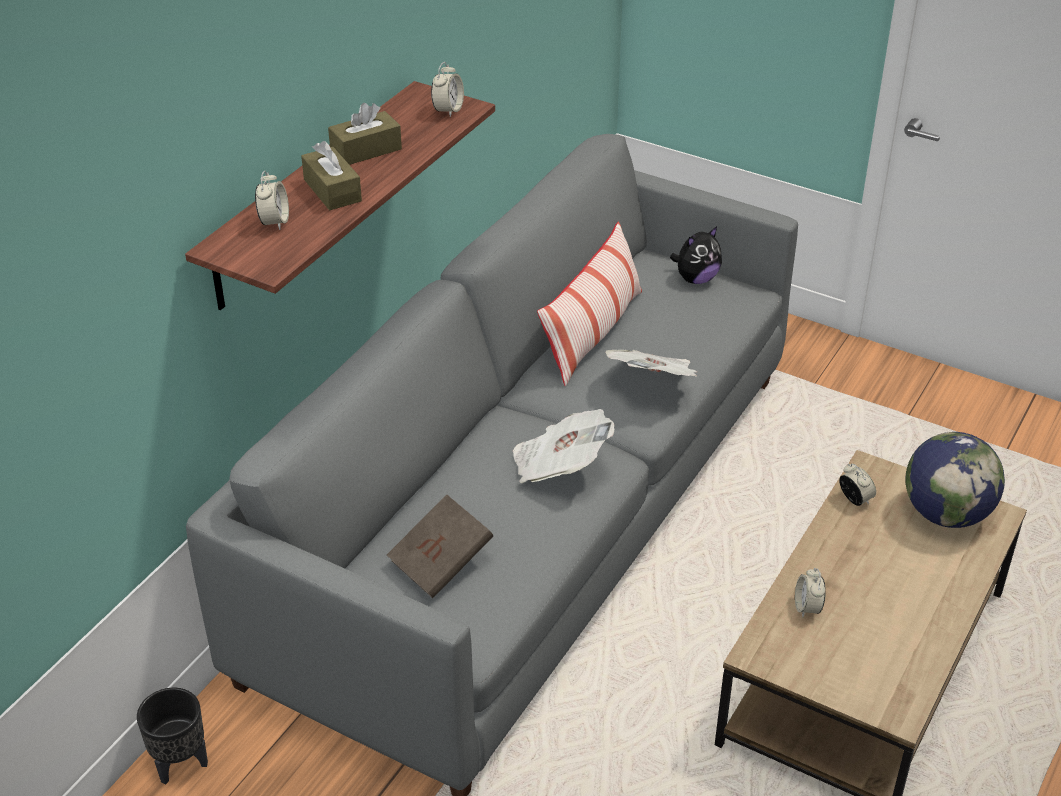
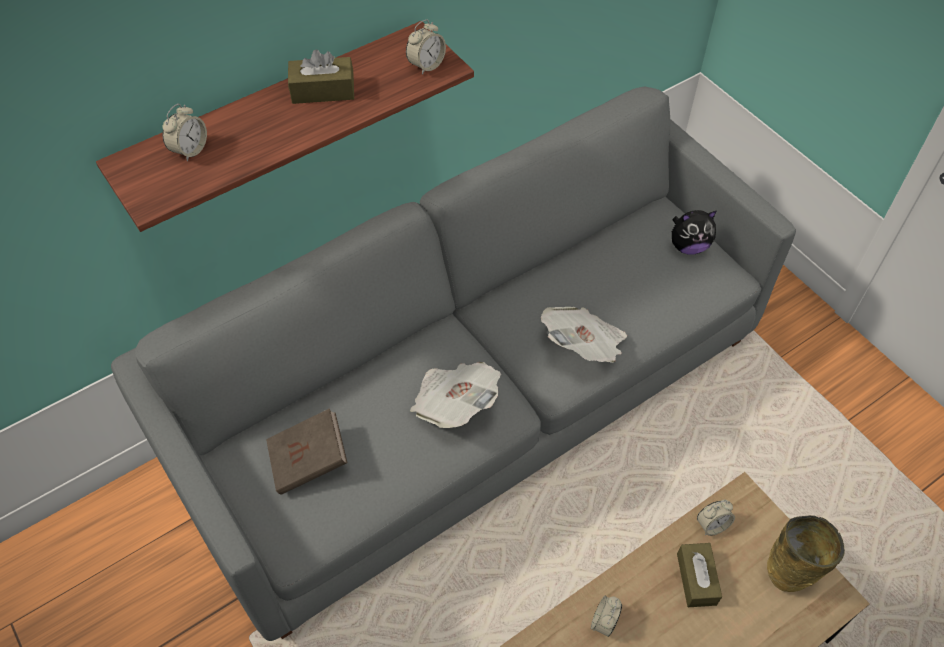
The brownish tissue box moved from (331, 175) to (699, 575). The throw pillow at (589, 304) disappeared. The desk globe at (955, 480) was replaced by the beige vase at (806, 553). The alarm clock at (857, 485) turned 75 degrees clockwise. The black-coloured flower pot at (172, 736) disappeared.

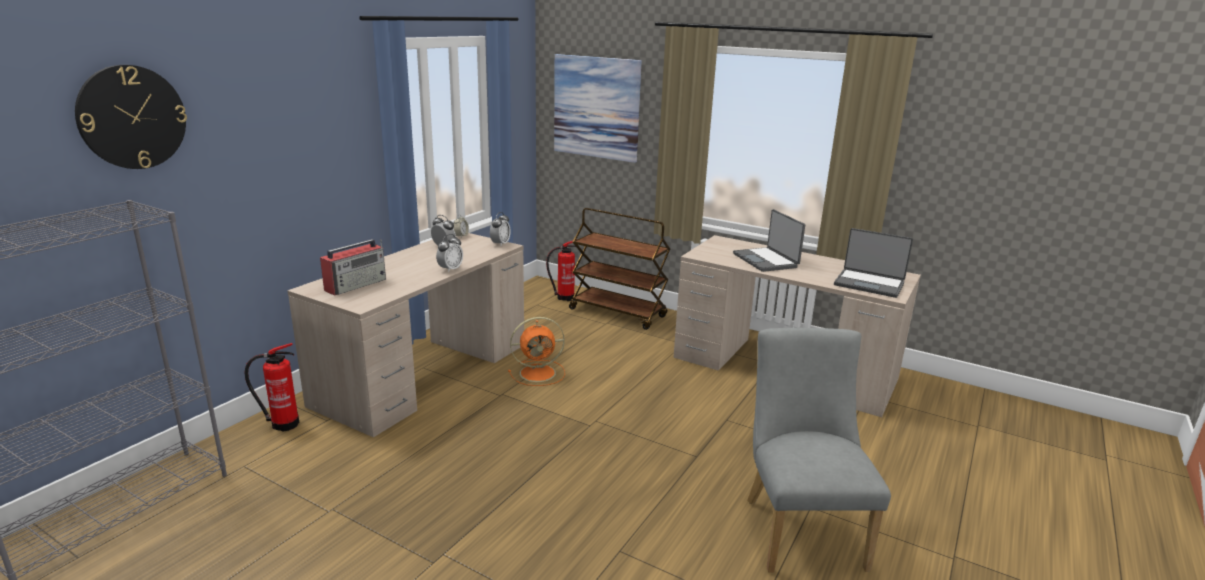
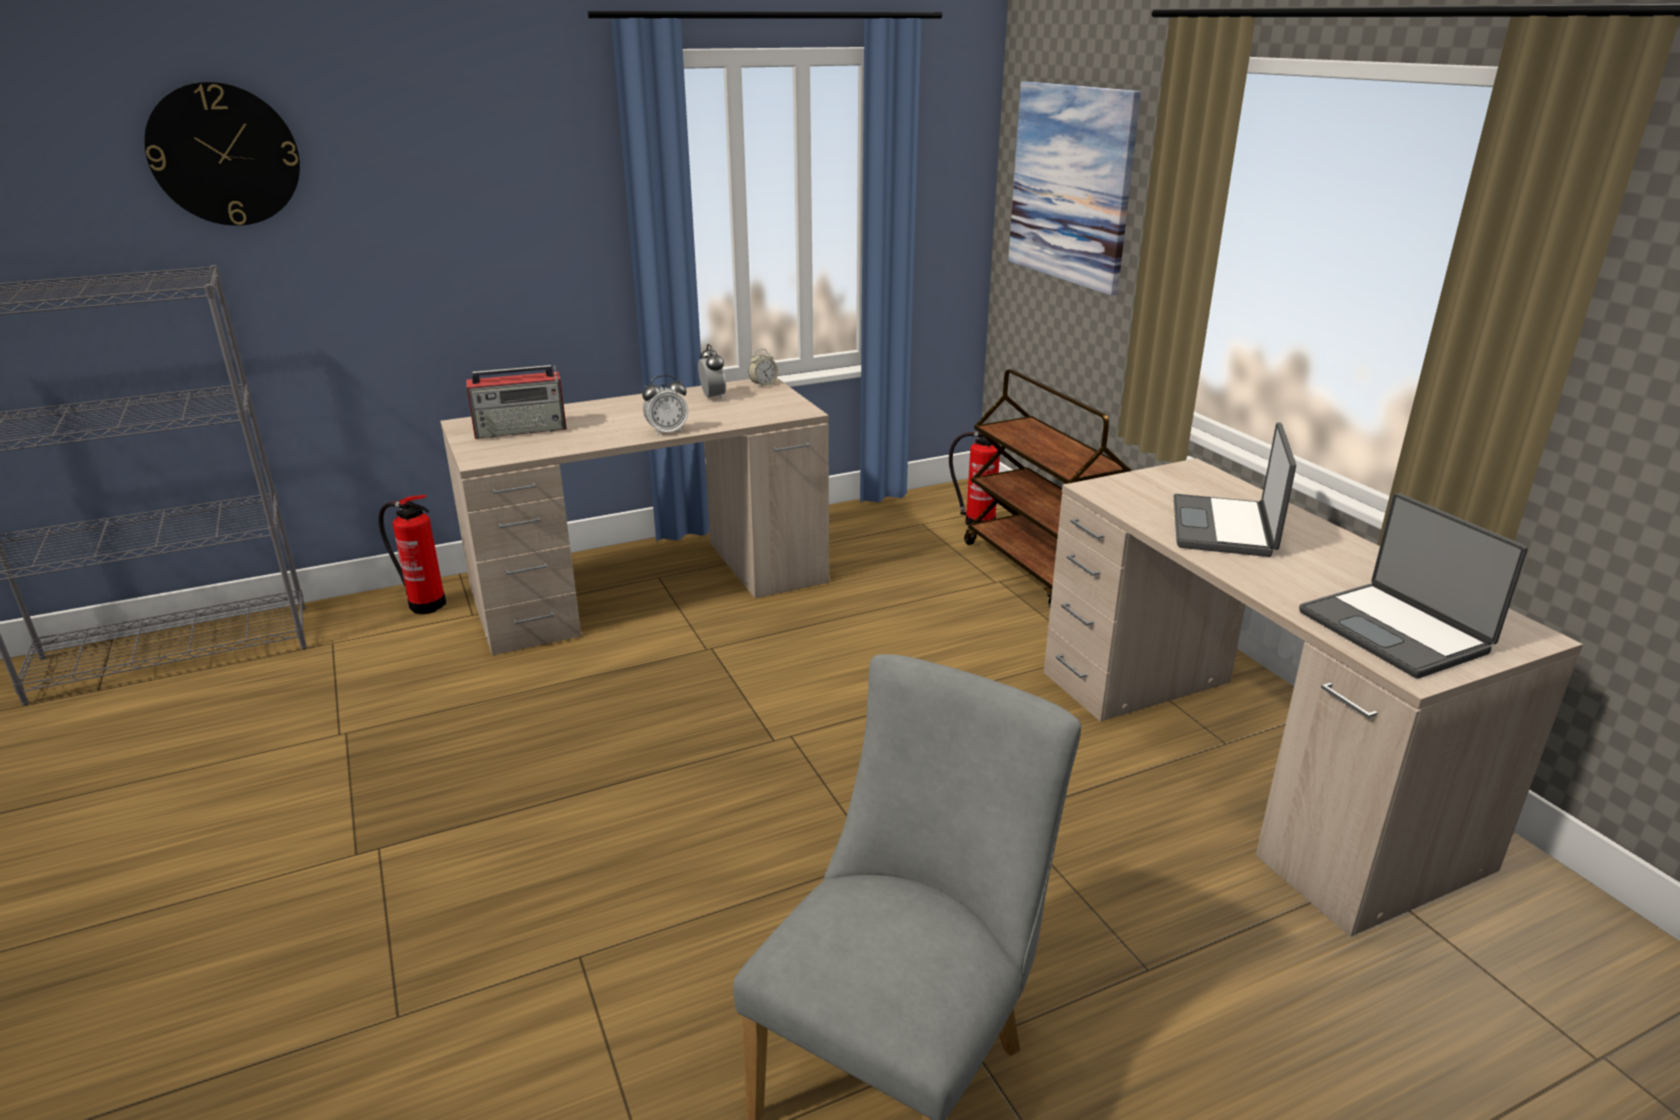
The alarm clock at (500, 229) disappeared. The orange-coloured fan at (536, 351) disappeared.

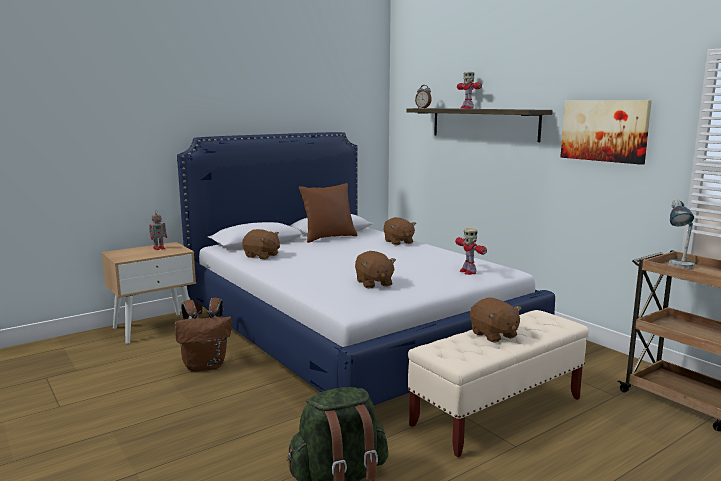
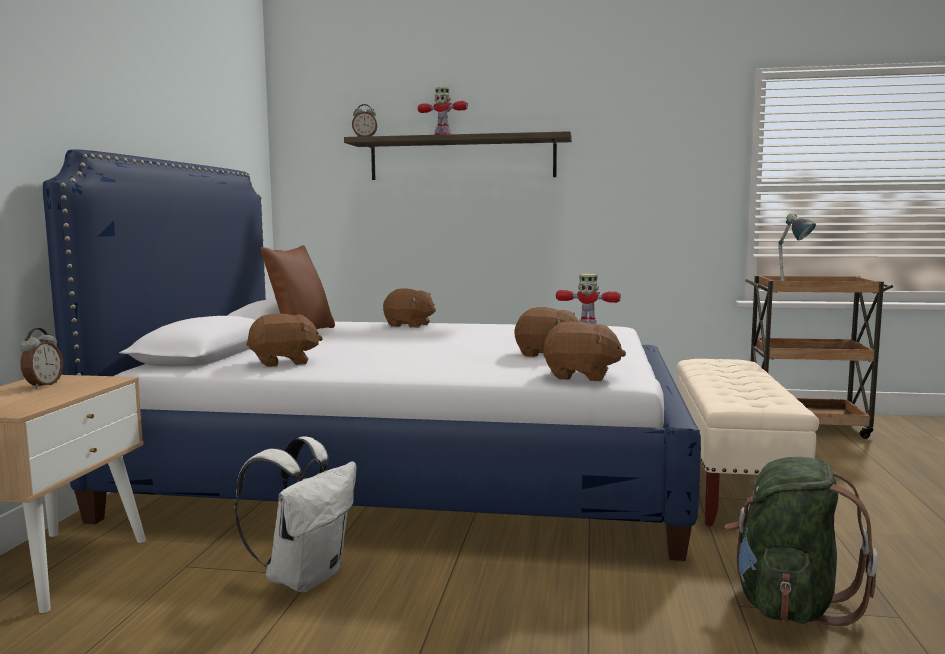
The picture at (606, 132) disappeared. The model robot at (158, 230) was replaced by the alarm clock at (41, 358). The brownish backpack at (203, 335) became the whitish backpack at (295, 514). The brownish soft toy moved from (495, 320) to (584, 351).

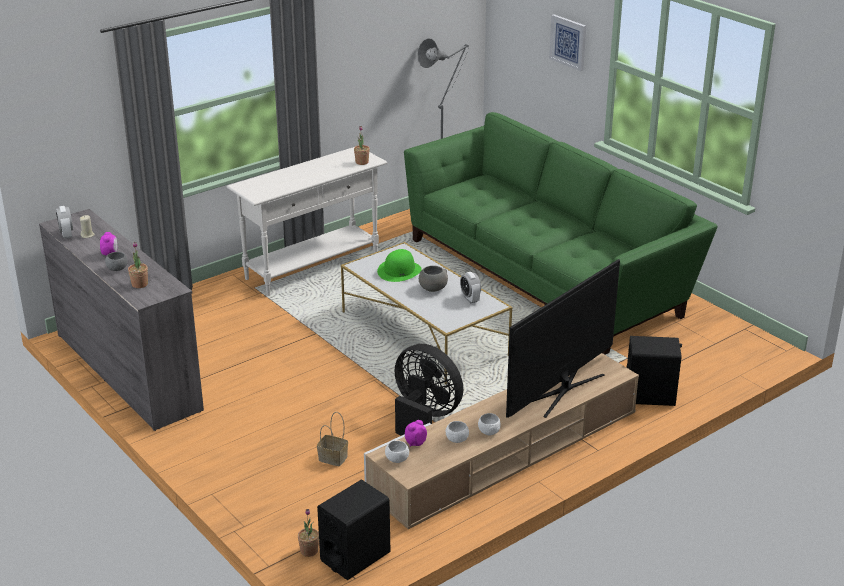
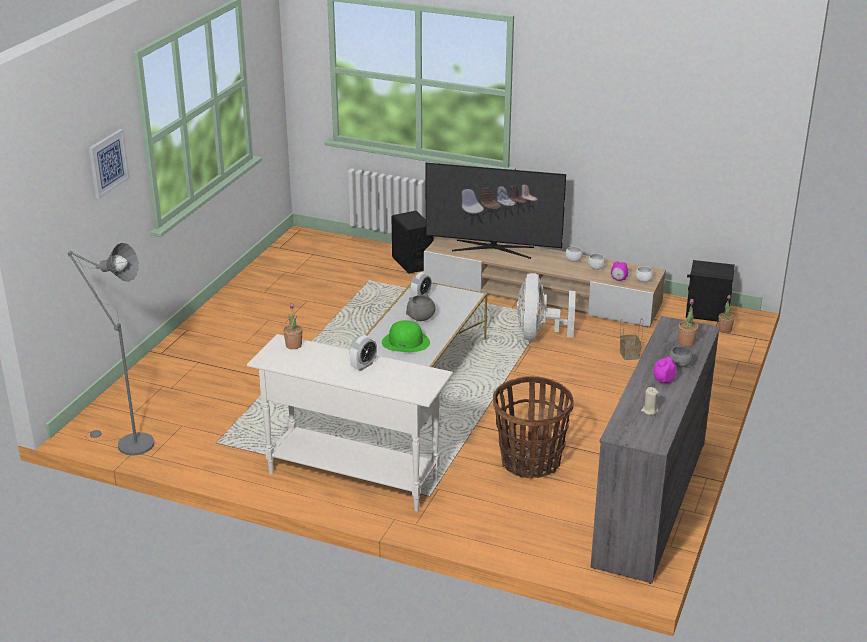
The green settee at (561, 233) disappeared. The alarm clock moved from (64, 222) to (363, 353). The black-coloured fan at (429, 390) became the whitish fan at (546, 306). The storage basket at (533, 427) appeared.

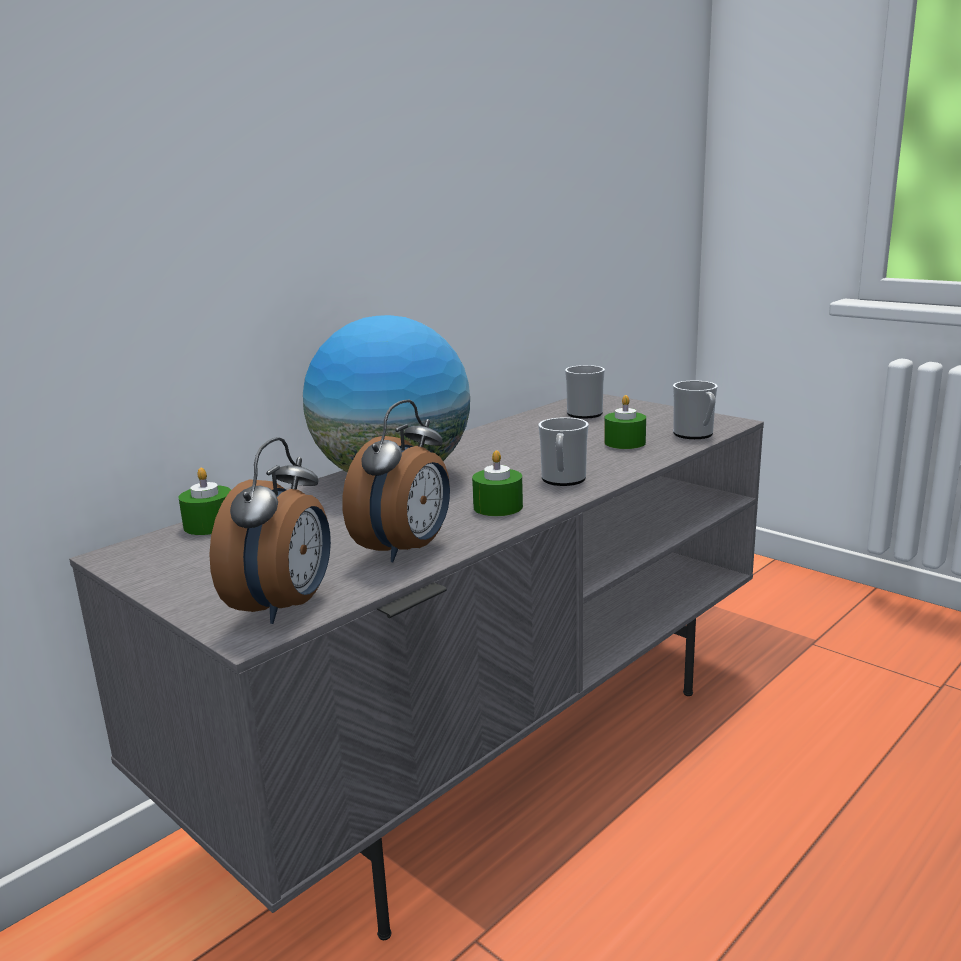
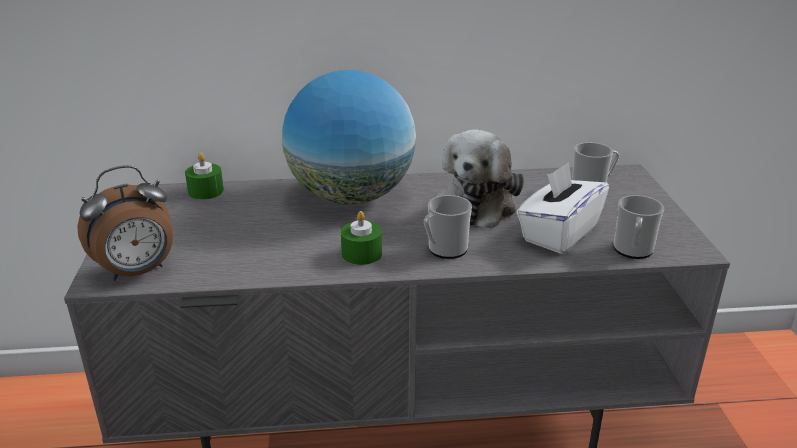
The green wax light at (625, 422) was replaced by the whitish tissue box at (563, 208). The alarm clock at (396, 481) disappeared. The soft toy at (480, 179) appeared.

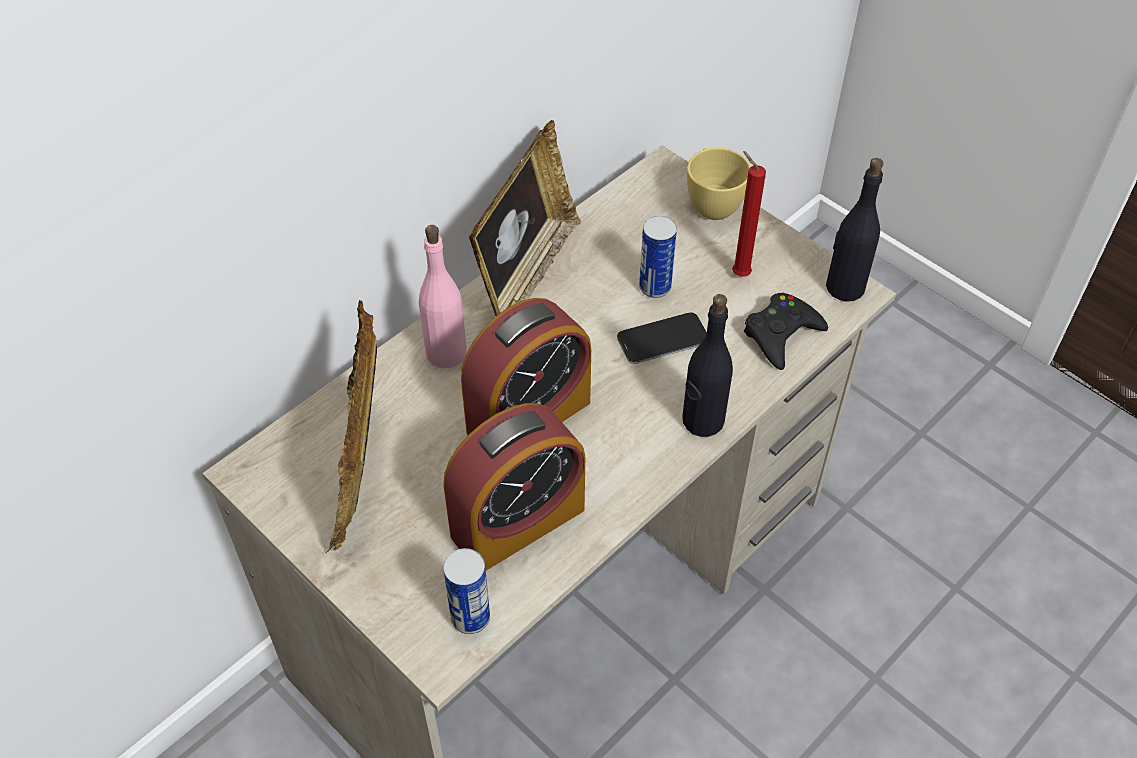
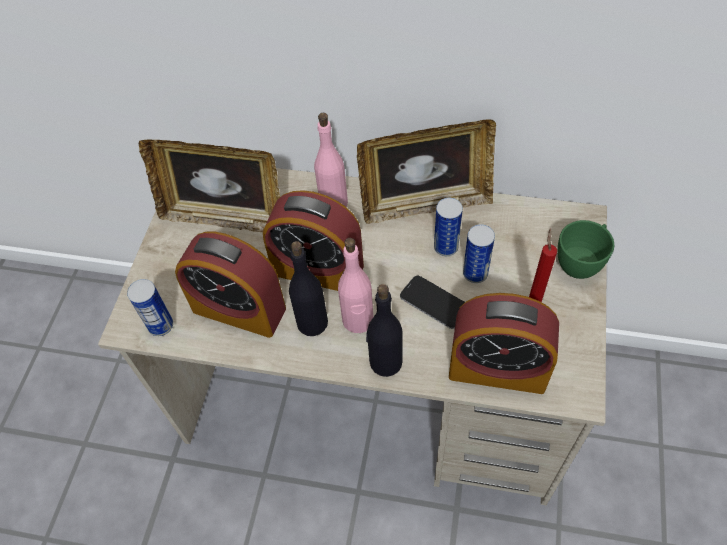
The yellow-coloured drinking cup at (719, 184) became the green drinking cup at (586, 249). The black-coloured bottle moved from (855, 230) to (308, 288). The black-coloured joypad at (786, 331) was replaced by the alarm clock at (504, 343). The photo frame at (351, 426) turned 135 degrees counterclockwise. The metal can at (448, 227) appeared. The pinkish bottle at (355, 285) appeared.

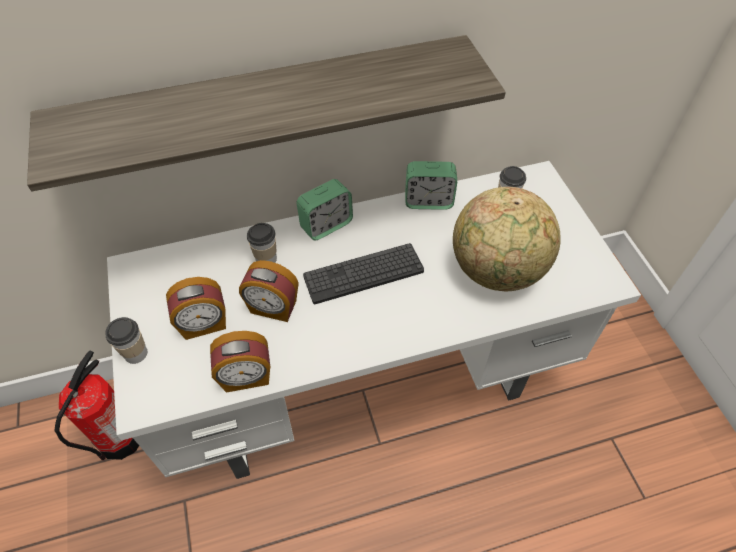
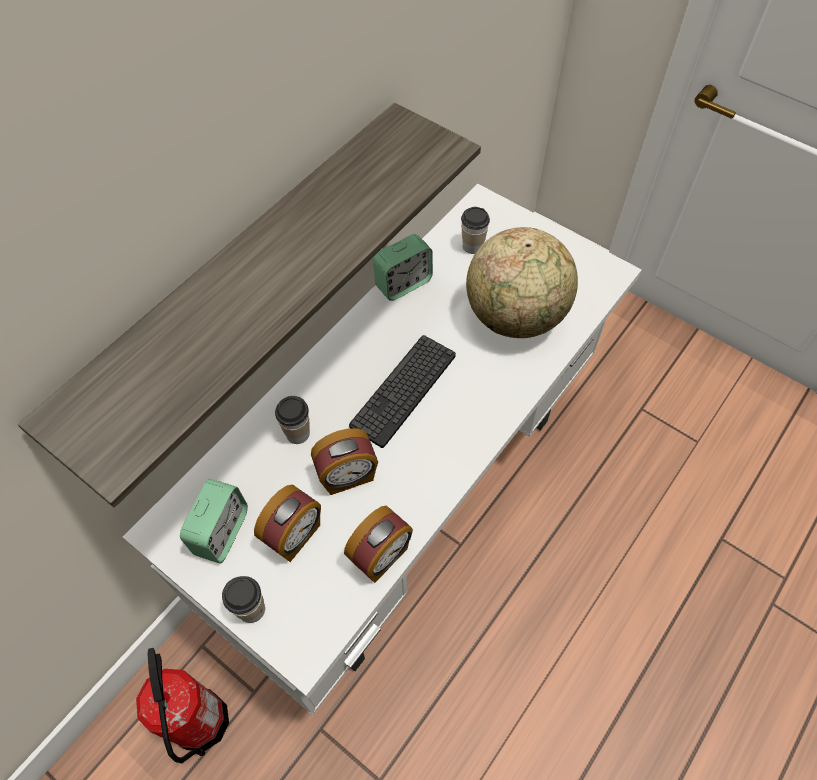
The alarm clock moved from (324, 209) to (214, 521).

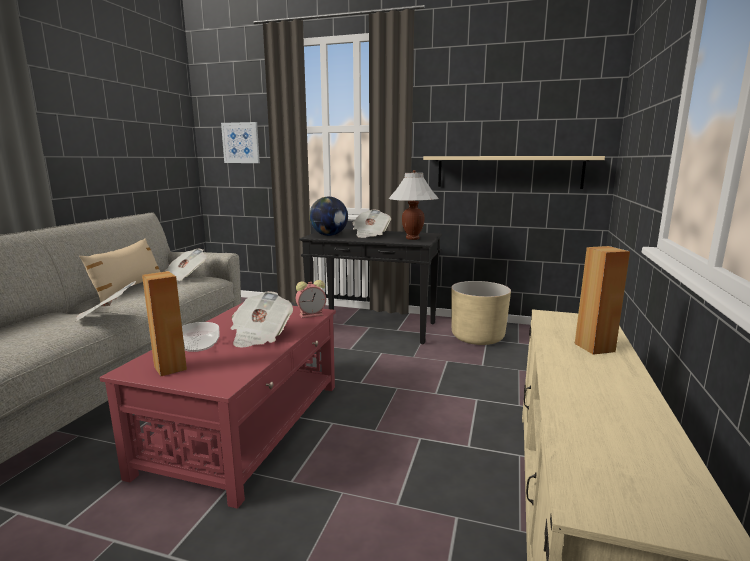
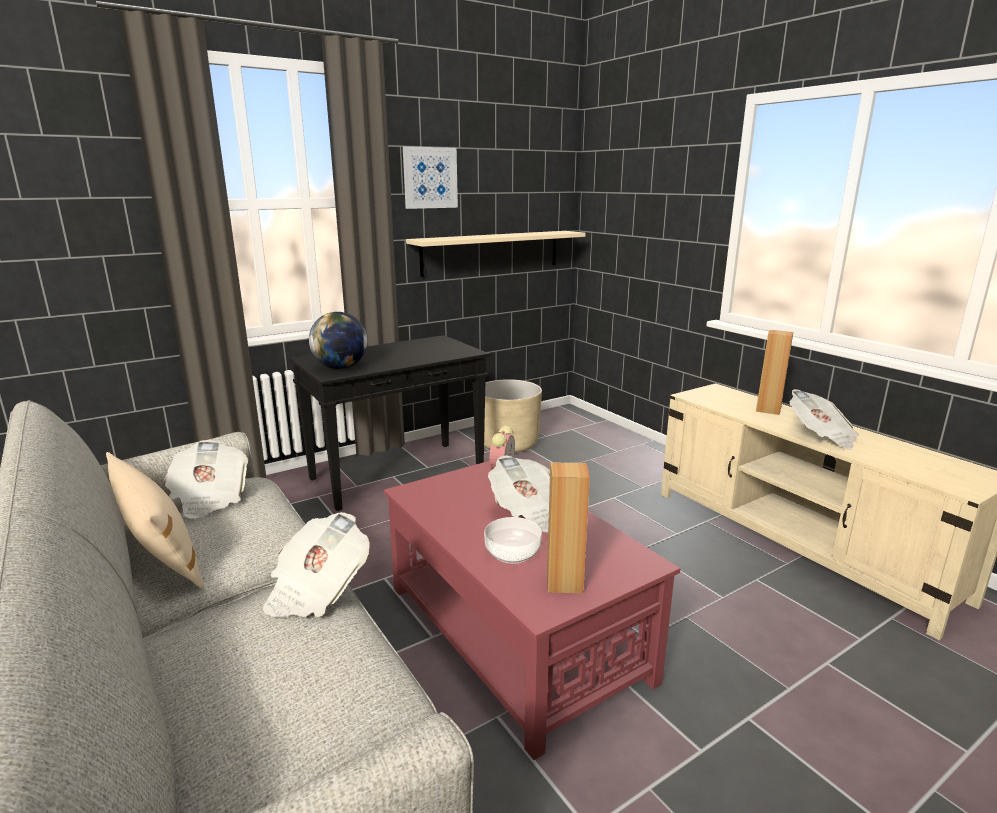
The picture moved from (240, 142) to (430, 177). The whitish lamp for a table at (413, 205) disappeared. The newspaper moved from (372, 223) to (824, 419).

